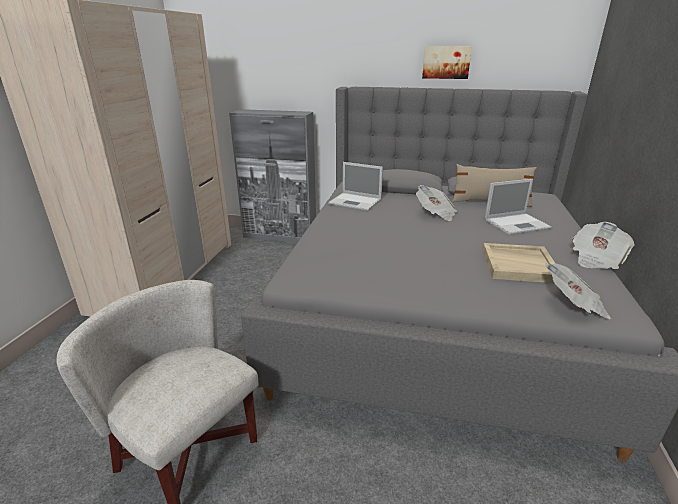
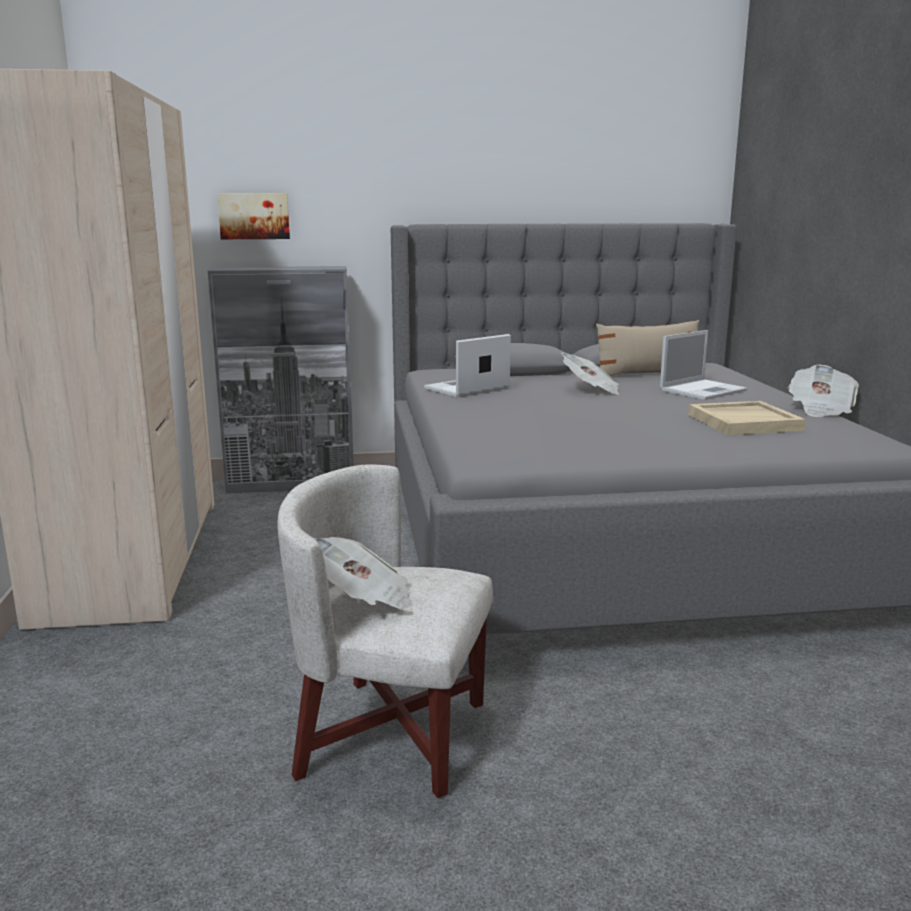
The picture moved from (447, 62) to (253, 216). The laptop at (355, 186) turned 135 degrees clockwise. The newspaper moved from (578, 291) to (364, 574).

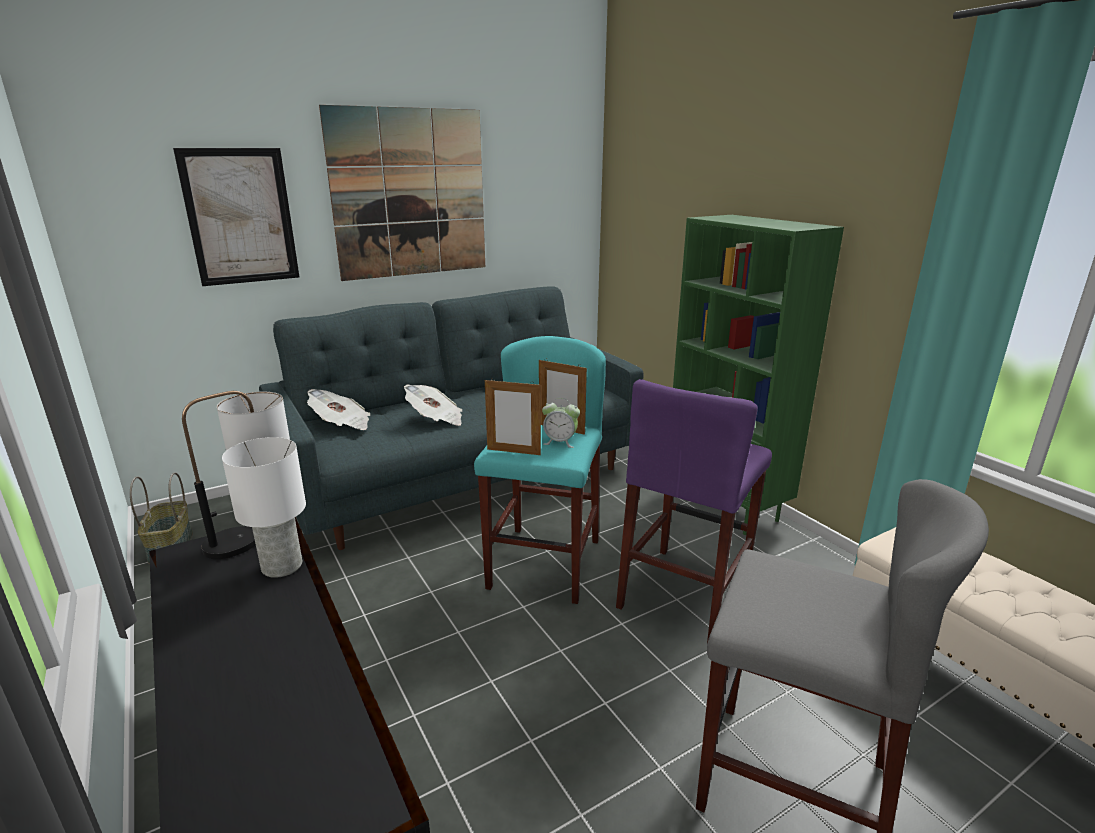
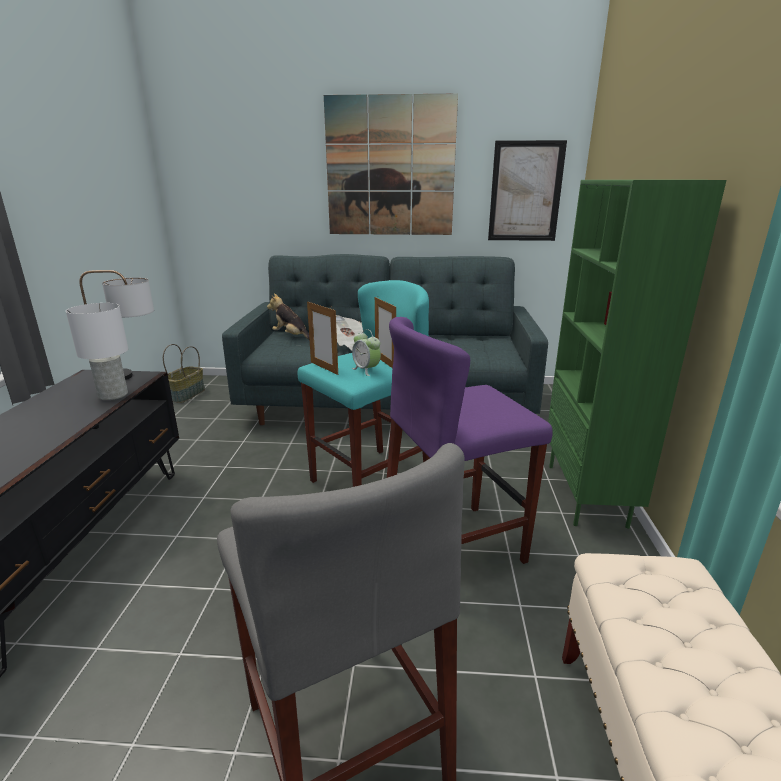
The picture moved from (236, 217) to (527, 190). The newspaper at (338, 409) was replaced by the soft toy at (288, 316).

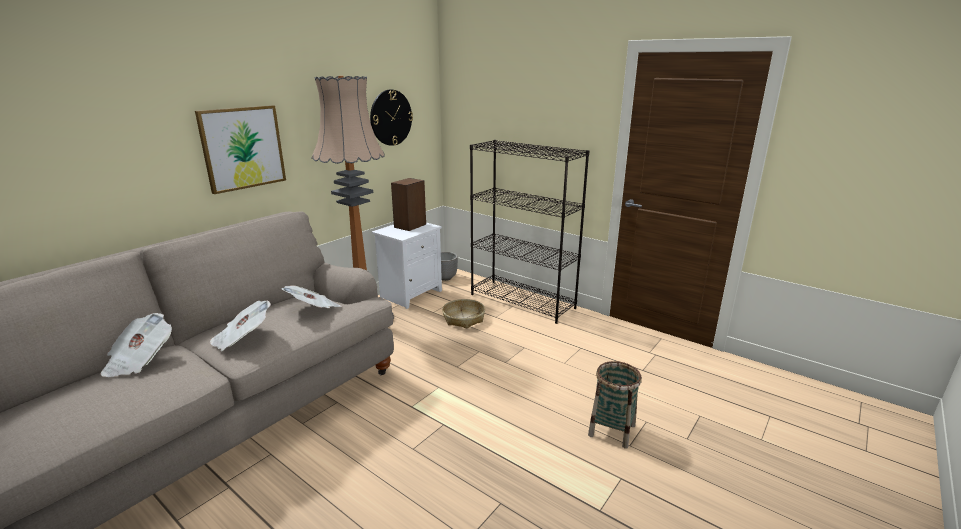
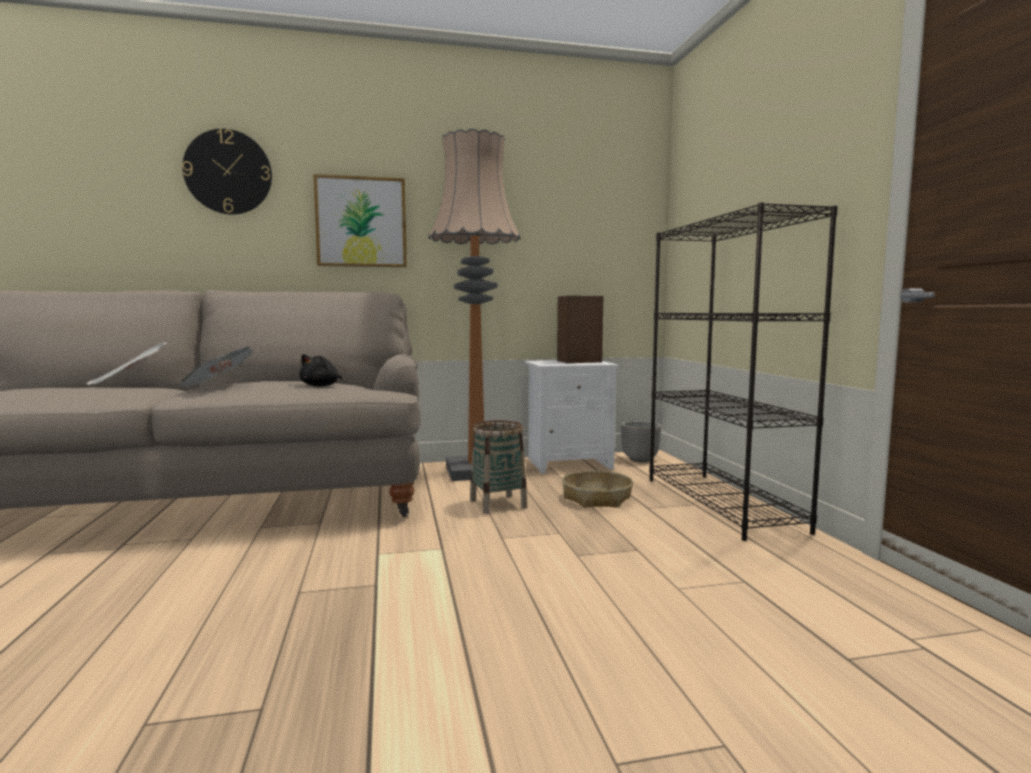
The wall clock moved from (391, 118) to (227, 172). The newspaper at (311, 296) was replaced by the black-coloured soft toy at (321, 370). The storage basket moved from (615, 404) to (498, 467).

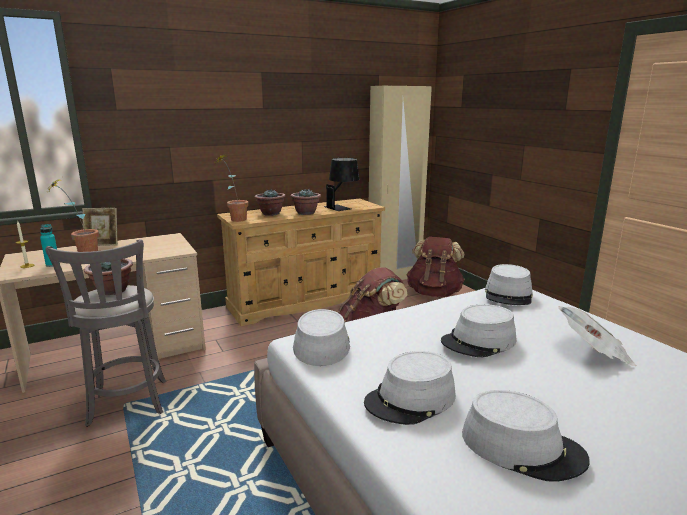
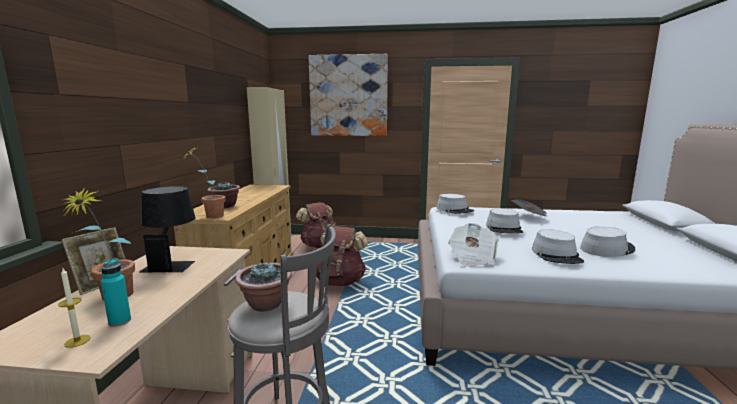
The black-coloured lamp for a table moved from (342, 184) to (167, 229). The houseplant at (305, 201) disappeared. The greyish clothing hat at (321, 337) was replaced by the newspaper at (473, 245). The picture at (348, 95) appeared.

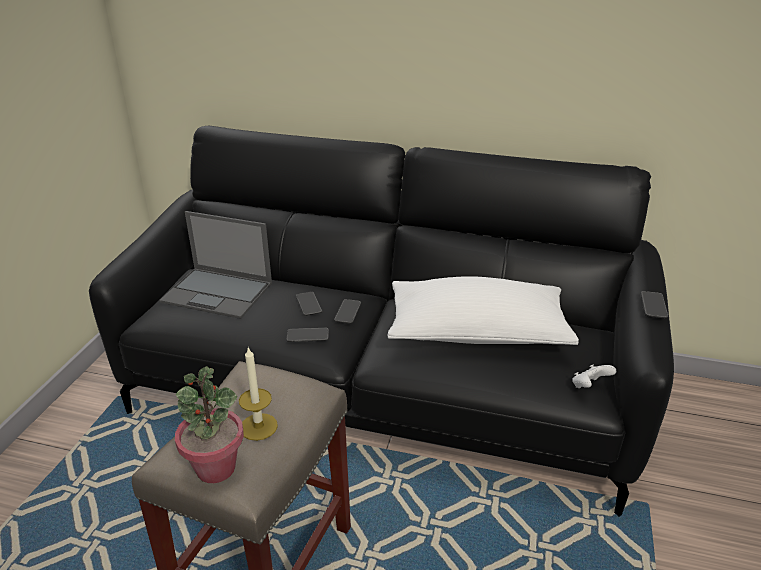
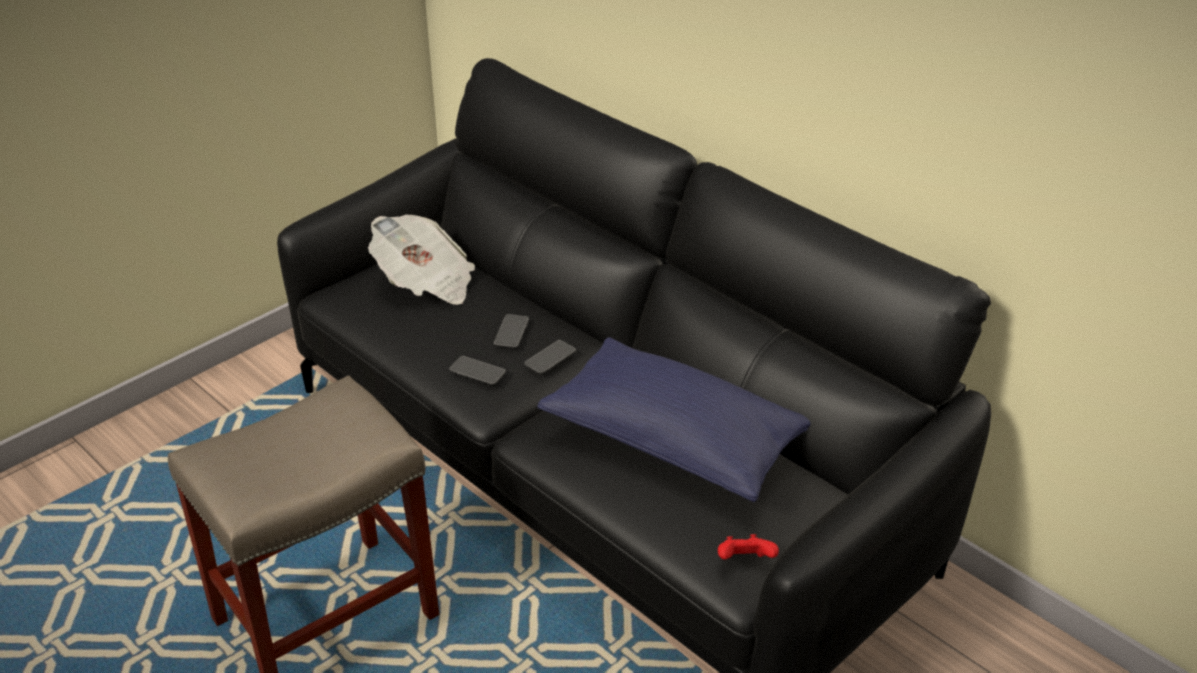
The laptop at (215, 265) was replaced by the newspaper at (421, 260). The whitish throw pillow at (483, 310) became the bluish throw pillow at (674, 419). The telephone at (654, 304) disappeared. The wax light at (258, 394) disappeared. The whitish joypad at (594, 376) became the red joypad at (748, 547). The houseplant at (209, 424) disappeared.

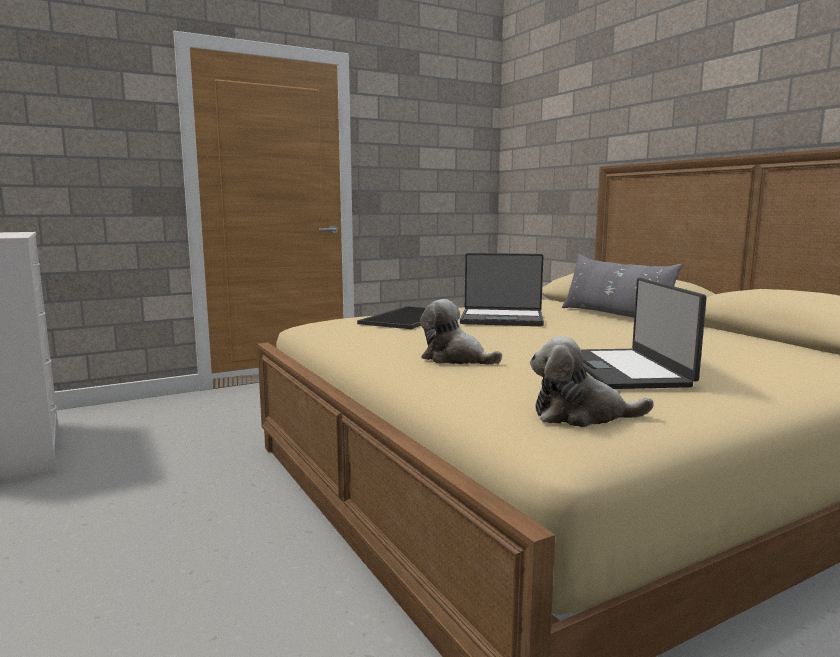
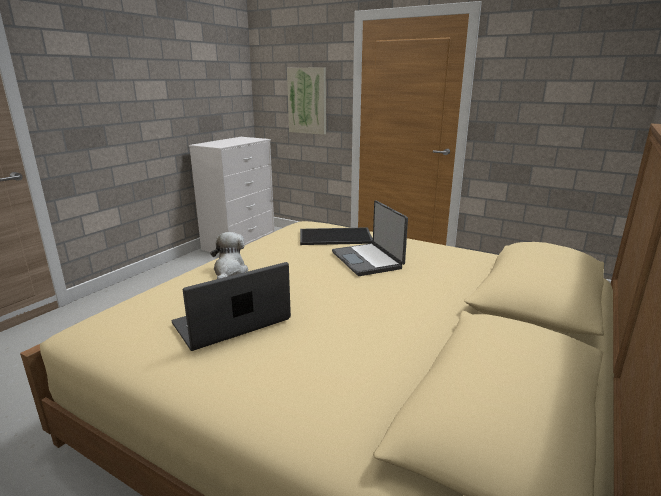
The greyish throw pillow at (622, 286) disappeared. The soft toy at (592, 381) disappeared. The picture at (306, 101) appeared.

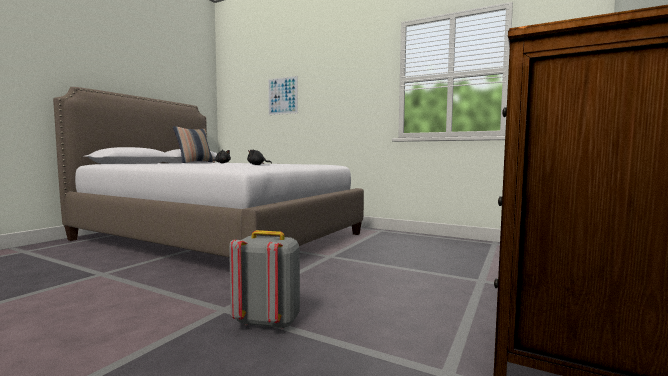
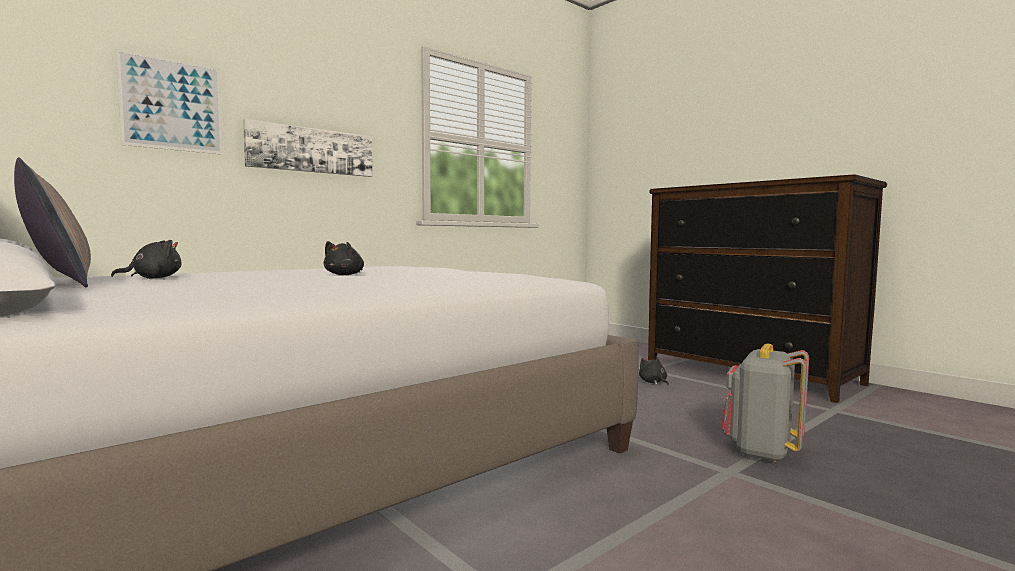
The picture at (307, 148) appeared. The black-coloured soft toy at (654, 371) appeared.

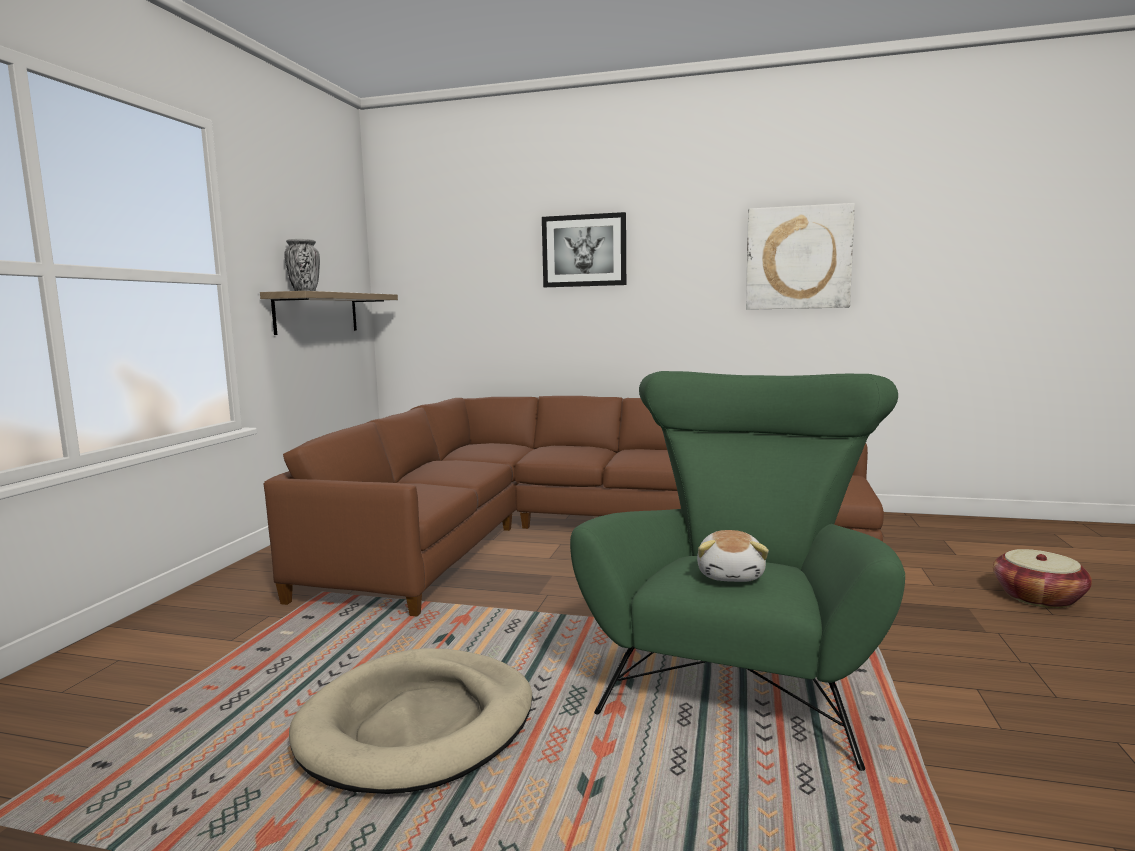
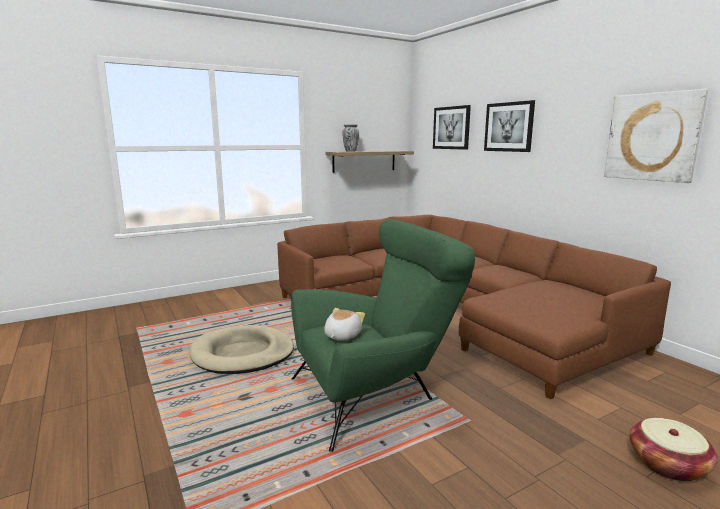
The soft toy at (733, 556) turned 150 degrees clockwise. The picture at (452, 127) appeared.

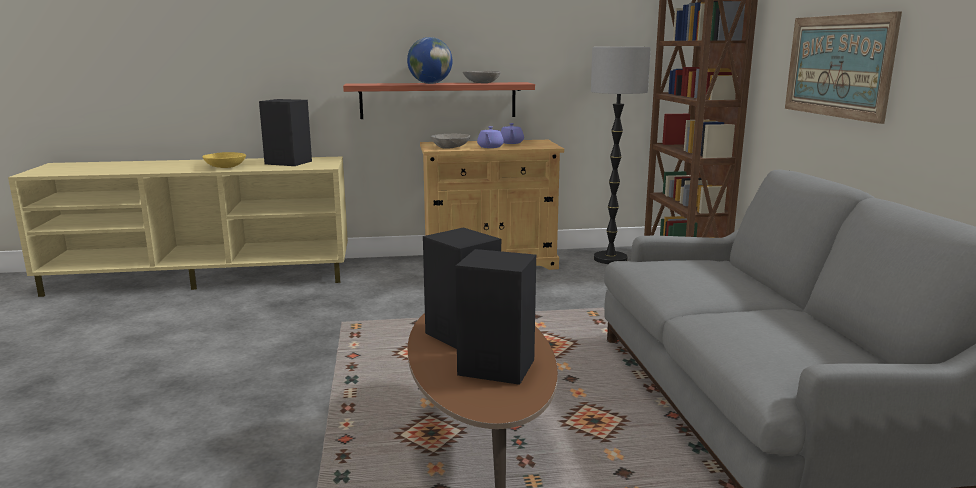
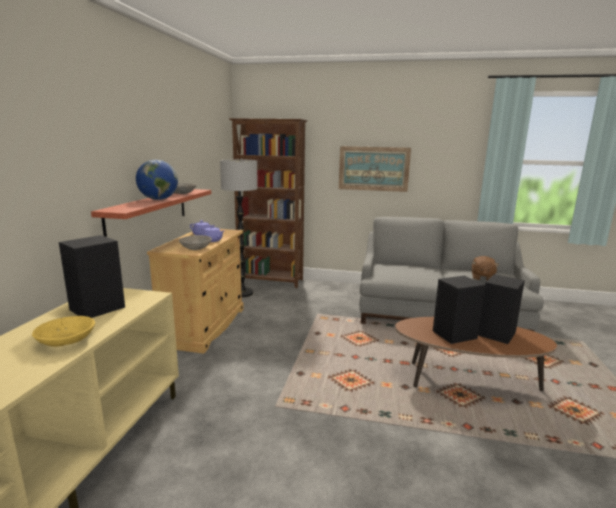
The brownish soft toy at (485, 268) appeared.

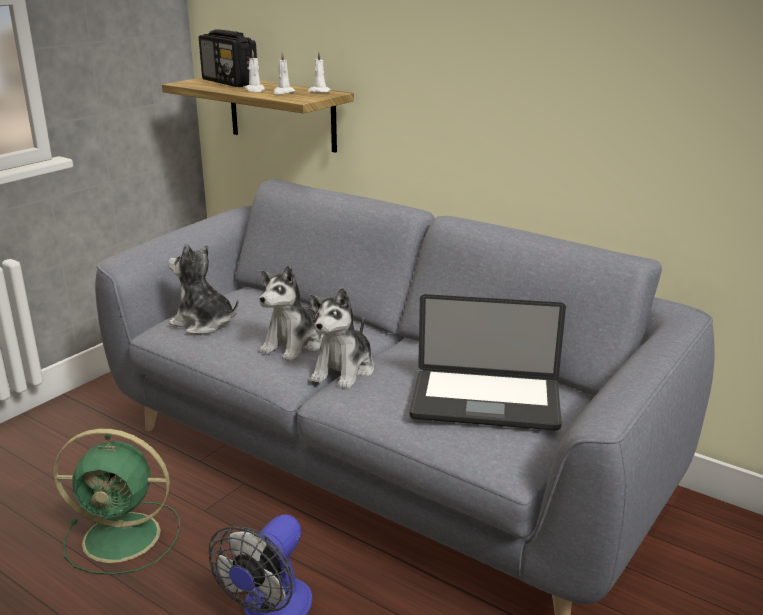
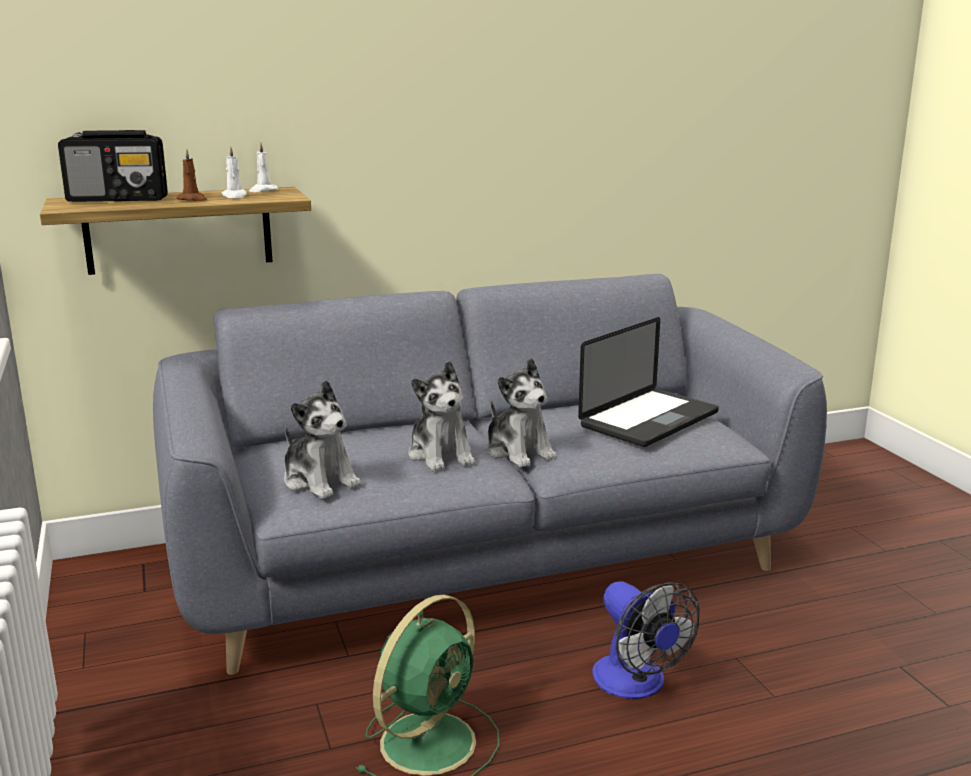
The whitish wax light at (254, 71) became the brownish wax light at (192, 175). The soft toy at (203, 288) turned 105 degrees counterclockwise.

